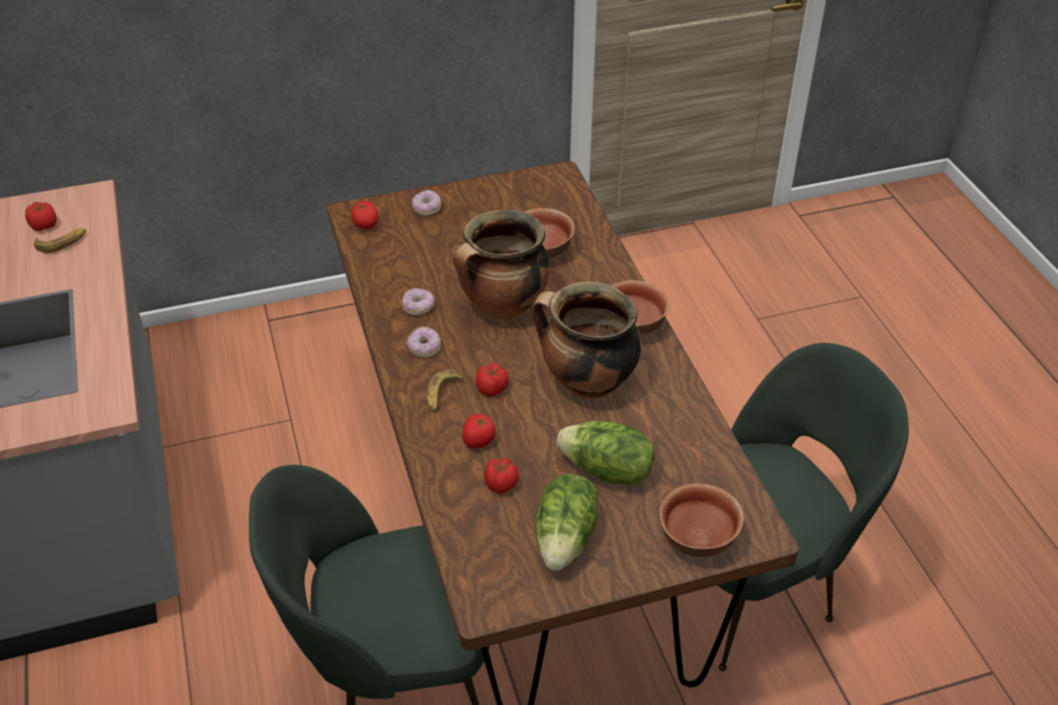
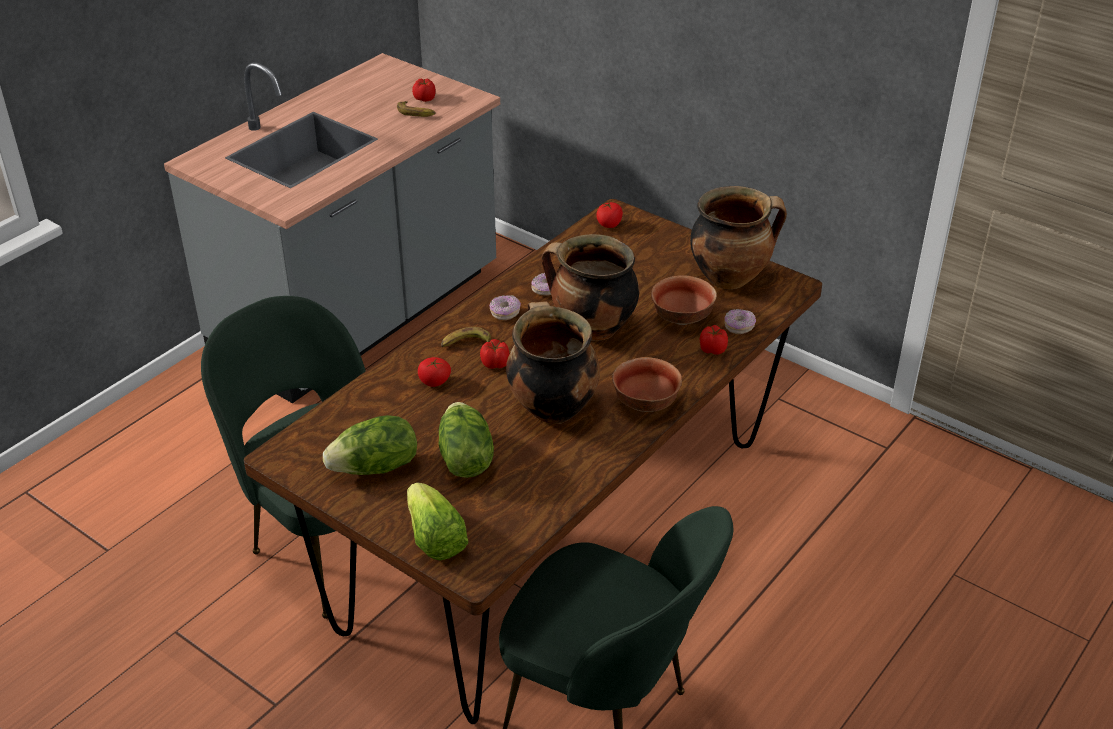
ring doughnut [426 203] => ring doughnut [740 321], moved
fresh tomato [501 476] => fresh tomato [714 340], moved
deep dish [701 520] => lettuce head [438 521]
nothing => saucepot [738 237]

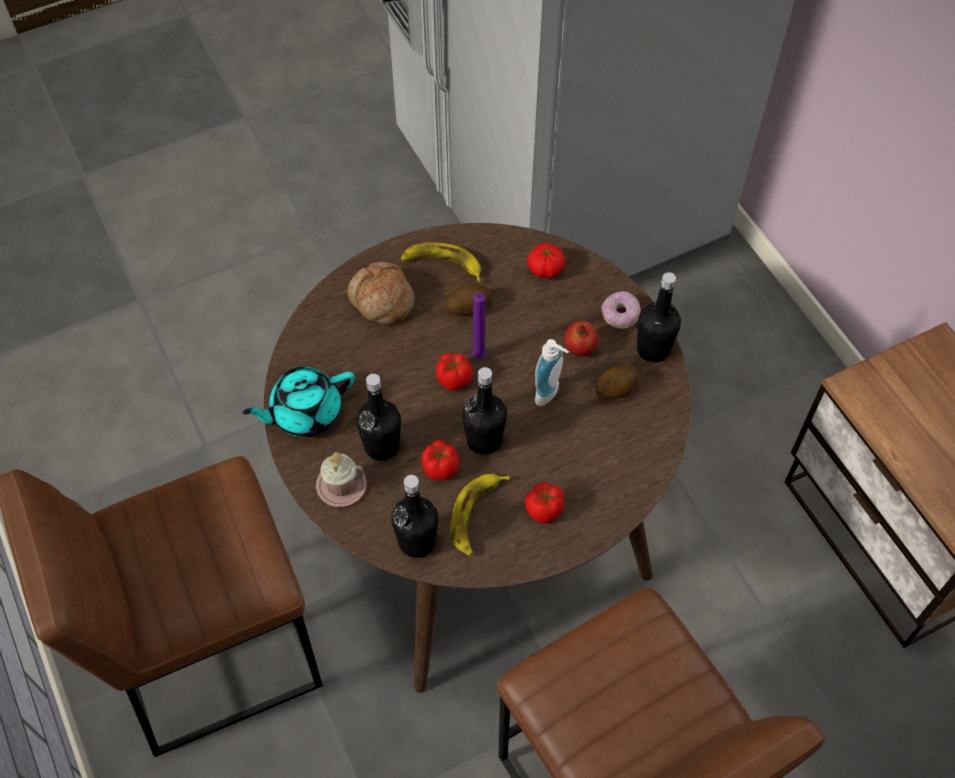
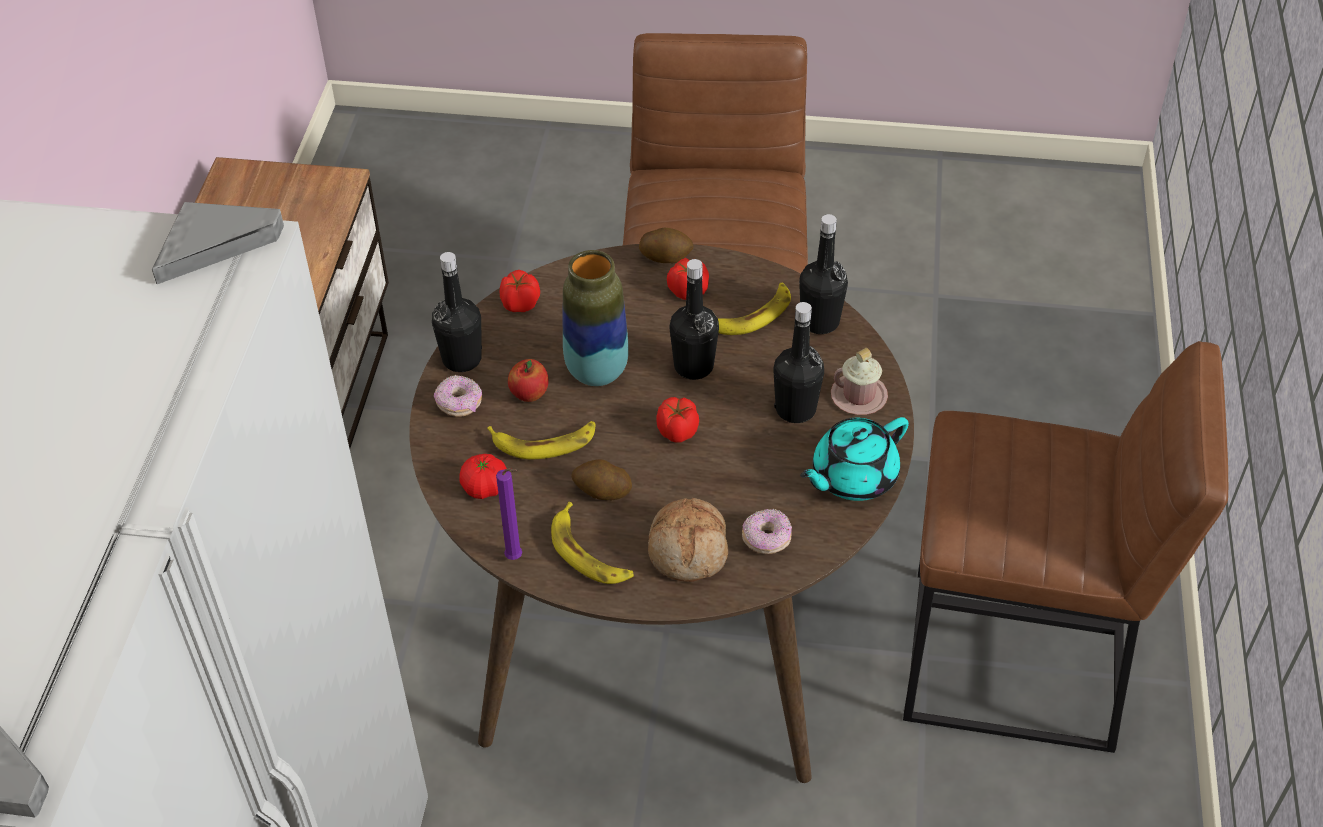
turquoise tea pot [299 402] => turquoise tea pot [854 459], 135 degrees clockwise
fresh tomato [440 460] => fresh tomato [520 291], moved
purple-coloured wax candle [476 325] => purple-coloured wax candle [509 514], moved
liquid soap bottle [552 372] => flower vase [596 318]
spud [618 381] => spud [666 245], moved
nothing => banana fruit [541 440]
nothing => ring doughnut [767 531]

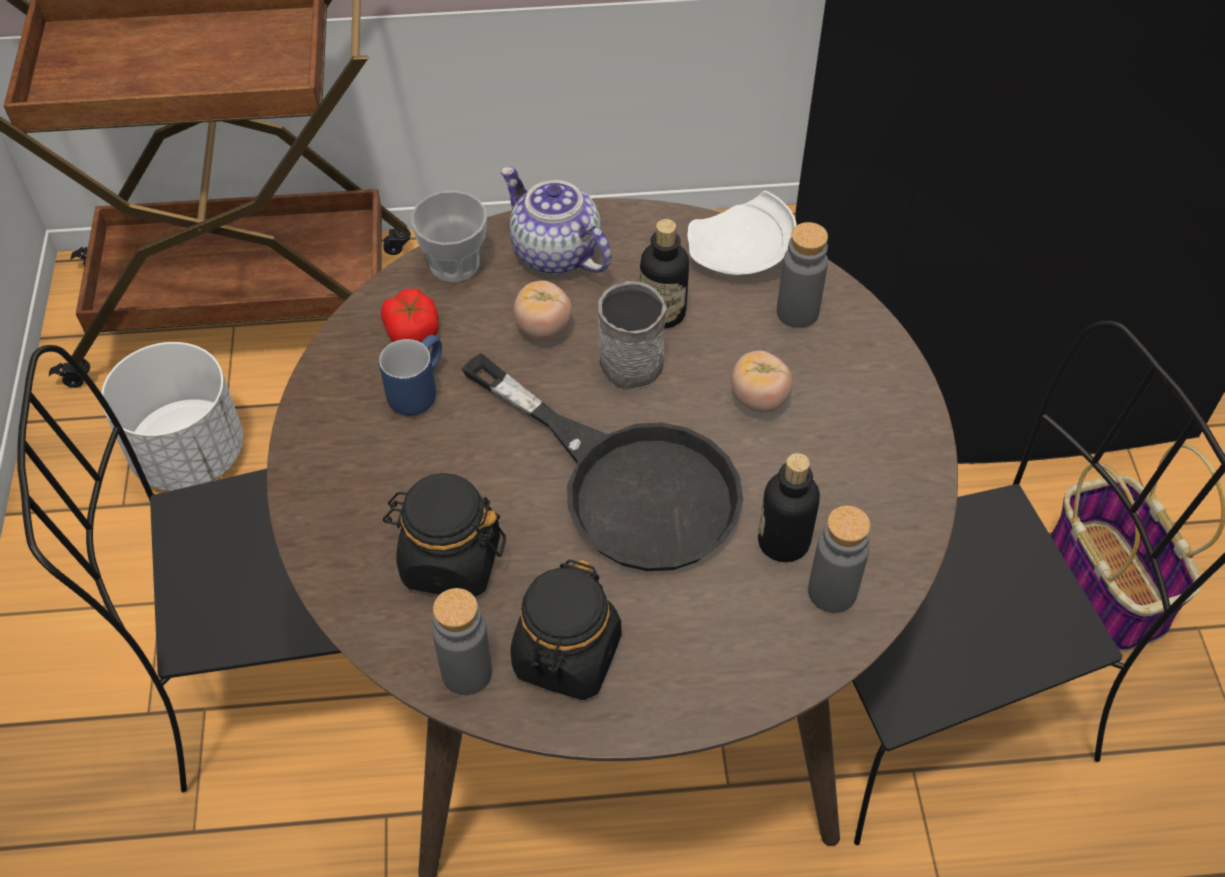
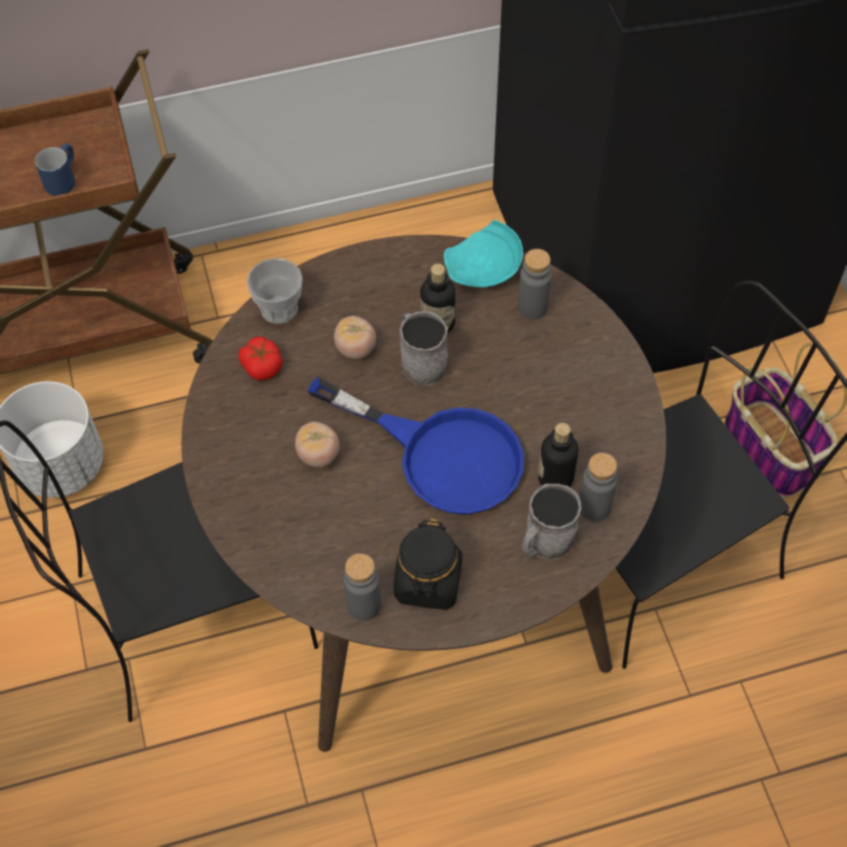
bluish tea mug [410 375] => bluish tea mug [55 169], moved
black-coloured storage jar [444 535] => nothing
black-coloured skillet [602 462] => bluish skillet [415 446]
tea pot [556 221] => nothing
whitish flat dish [741 233] => turquoise flat dish [483 253]
fresh tomato [762 382] => fresh tomato [317 444], moved
nothing => greyish tea mug [551 522]

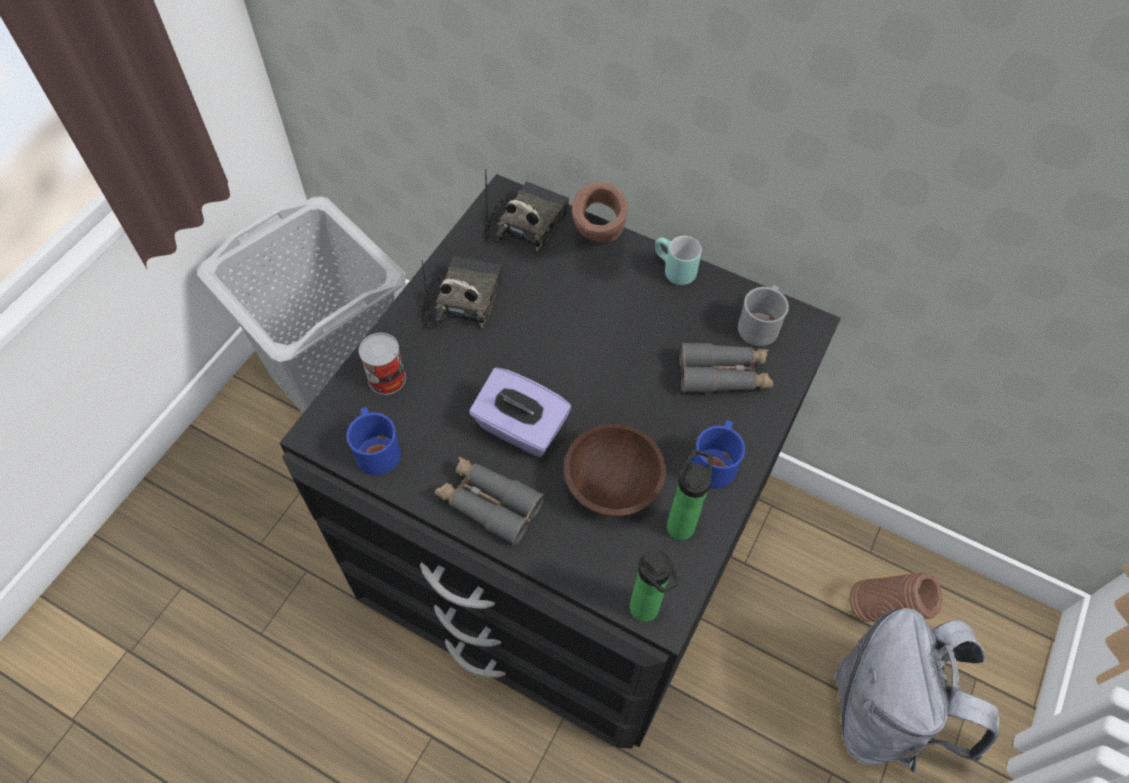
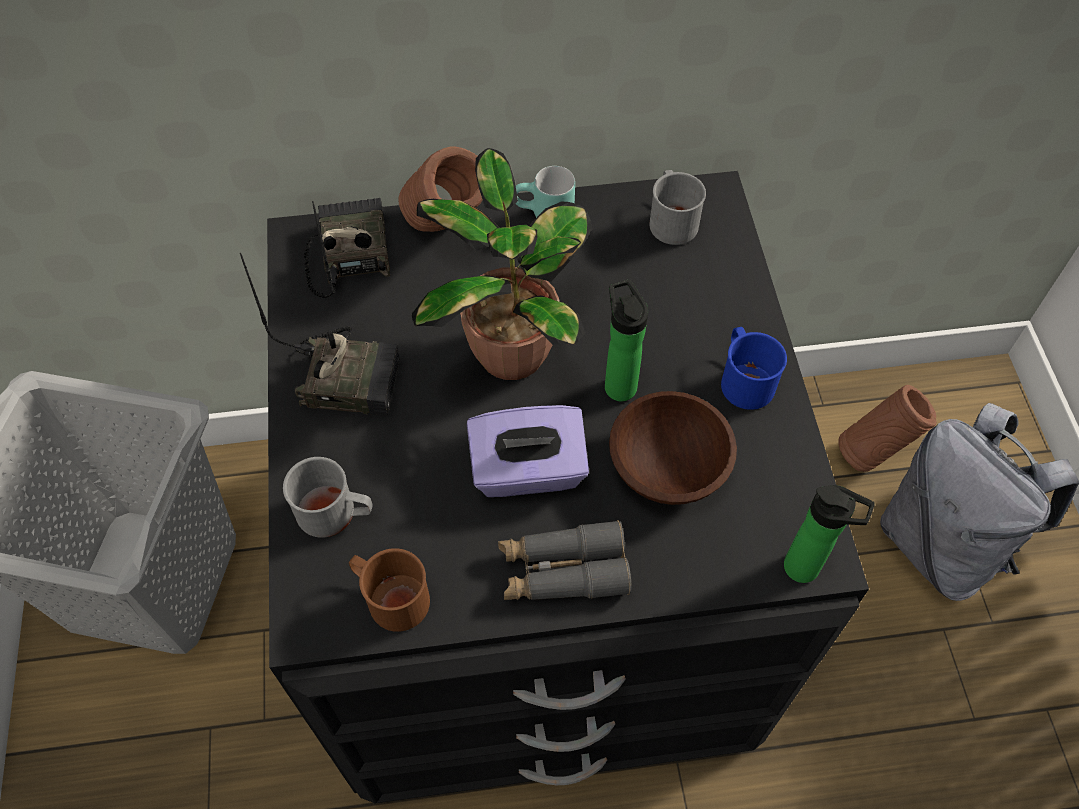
bluish tea mug [373 441] => brown-coloured tea mug [389 590]
metal can [382 364] => greyish tea mug [328 497]
radio [462 292] => radio [320 334], 120 degrees clockwise
drink bottle [690 494] => drink bottle [626 340], moved
greyish pair of binoculars [726 367] => nothing
nothing => plant in a pot [502 264]

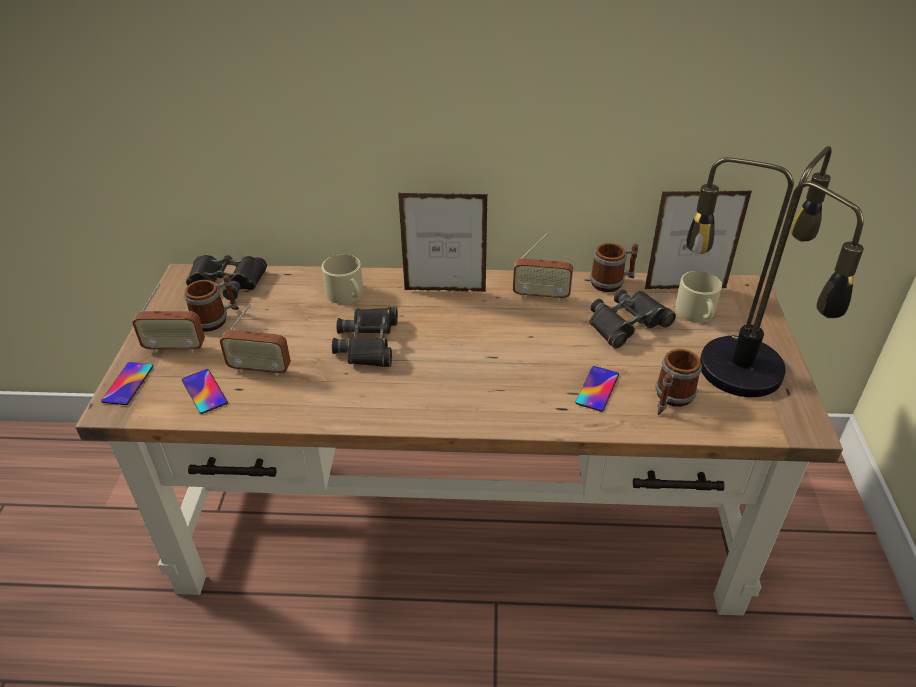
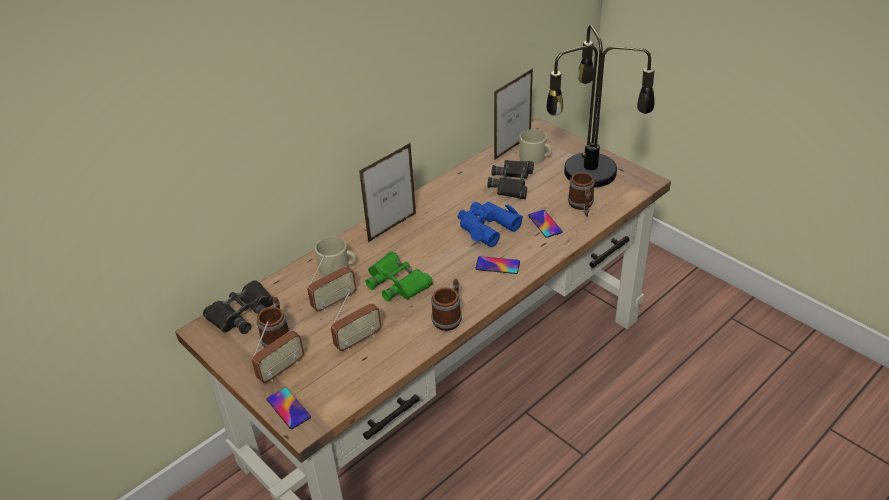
phone [205 391] => phone [497 265], moved
black-coloured pair of binoculars [365 337] => green-coloured pair of binoculars [399 276]
radio [543 267] => radio [332 283], moved
tea mug [614 267] => tea mug [446 305], moved
nothing => bluish pair of binoculars [490 224]

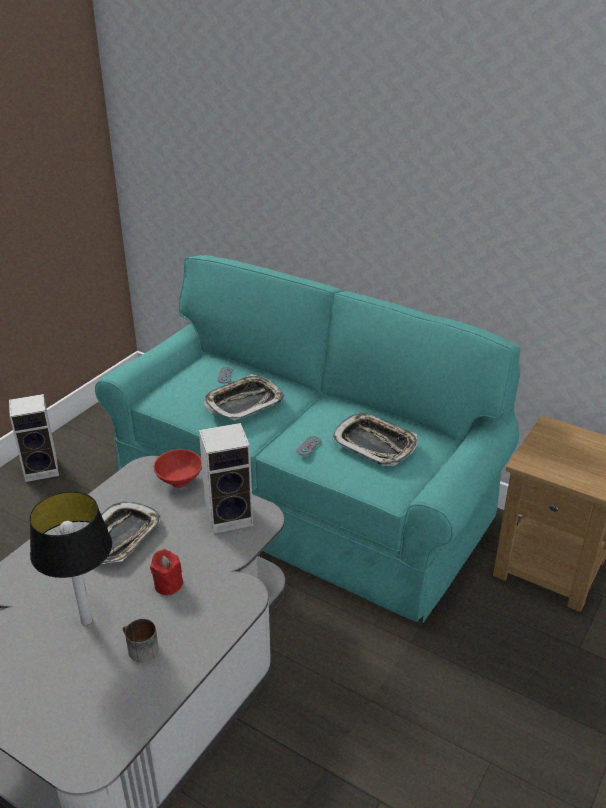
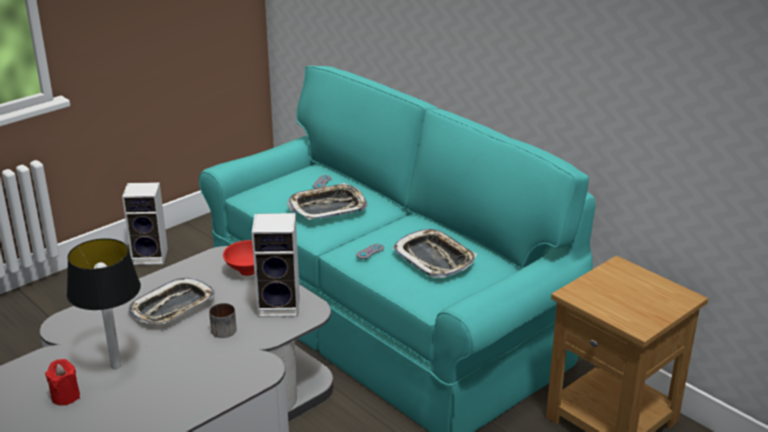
tea mug [141 640] => tea mug [223 320], moved
red-coloured wax candle [166 572] => red-coloured wax candle [62 382], moved

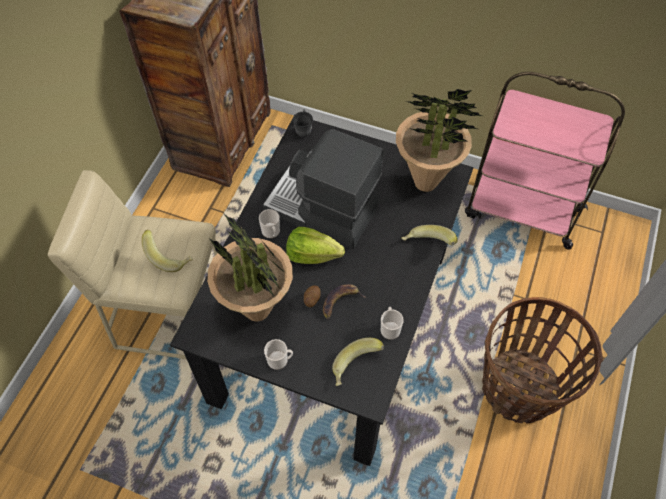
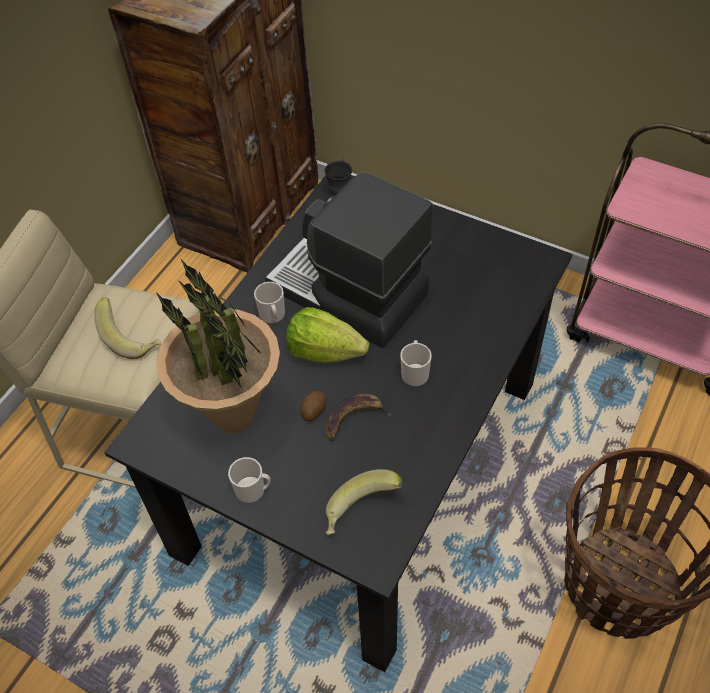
tea mug [392 323] => tea mug [416 363], moved
plant in a pot [439 140] => nothing
banana fruit [430 235] => nothing

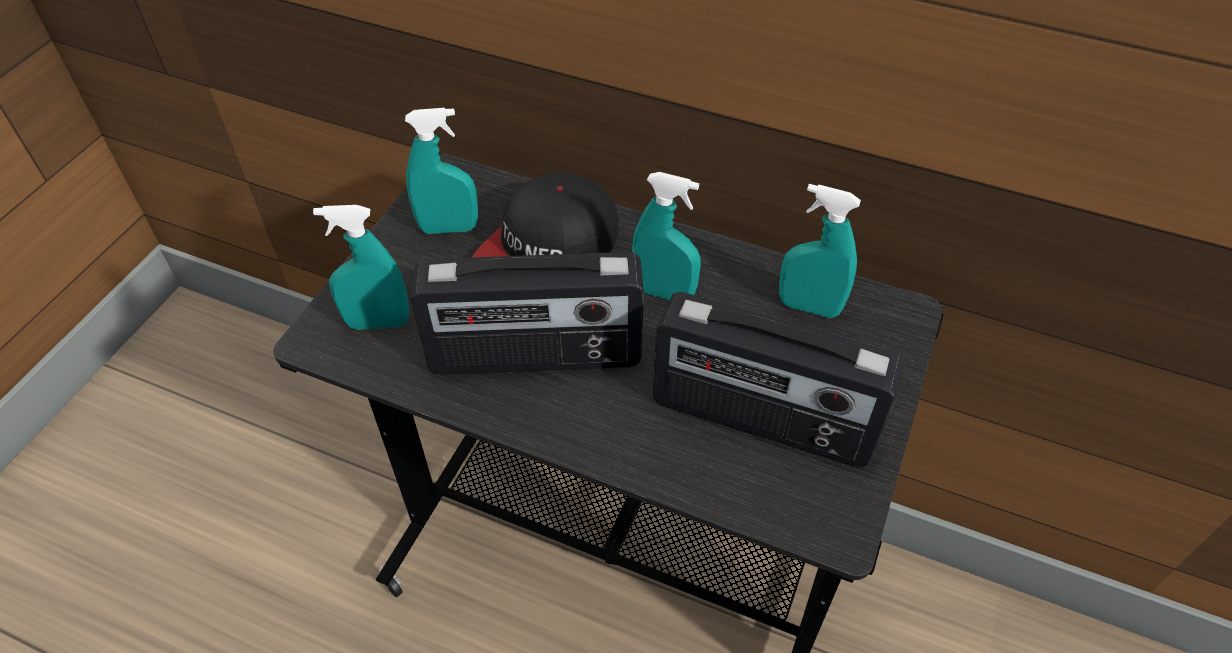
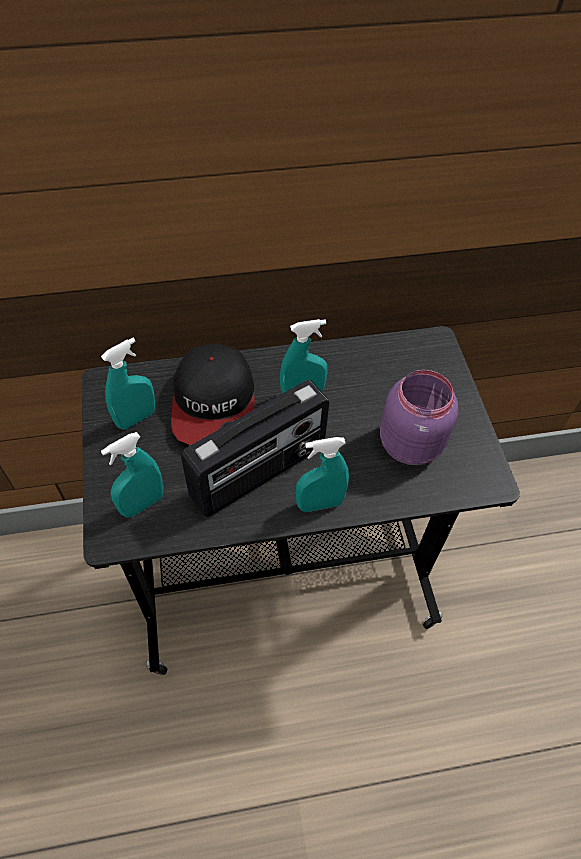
radio [778 379] => purple-coloured storage jar [419 417]
turquoise spray bottle [820 251] => turquoise spray bottle [322 474], moved

